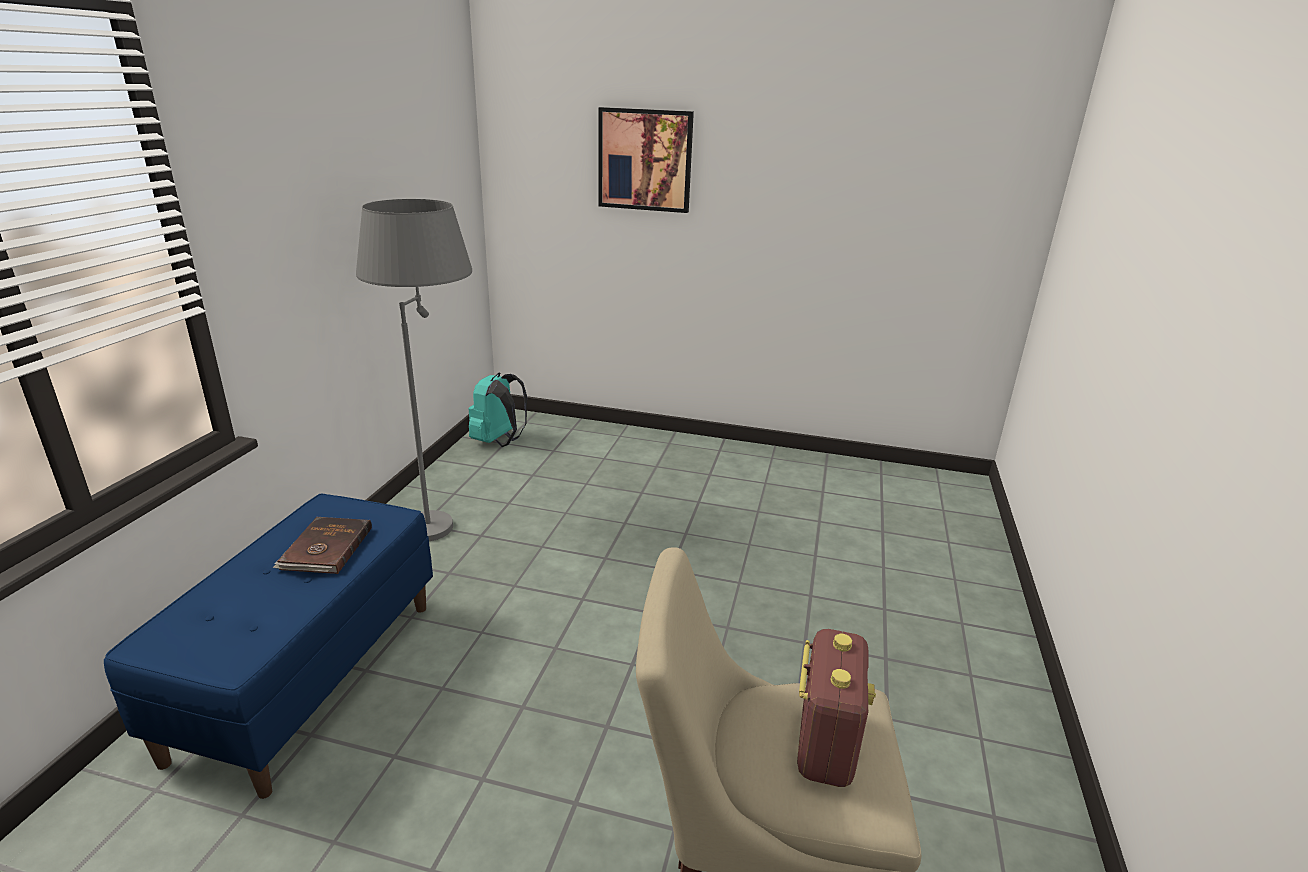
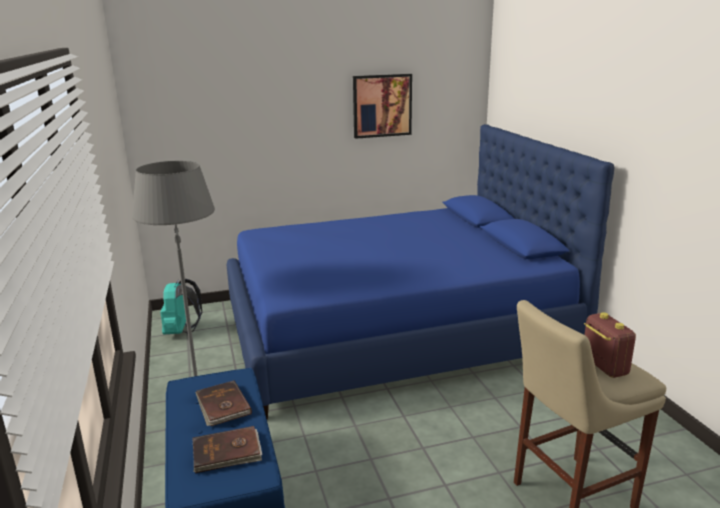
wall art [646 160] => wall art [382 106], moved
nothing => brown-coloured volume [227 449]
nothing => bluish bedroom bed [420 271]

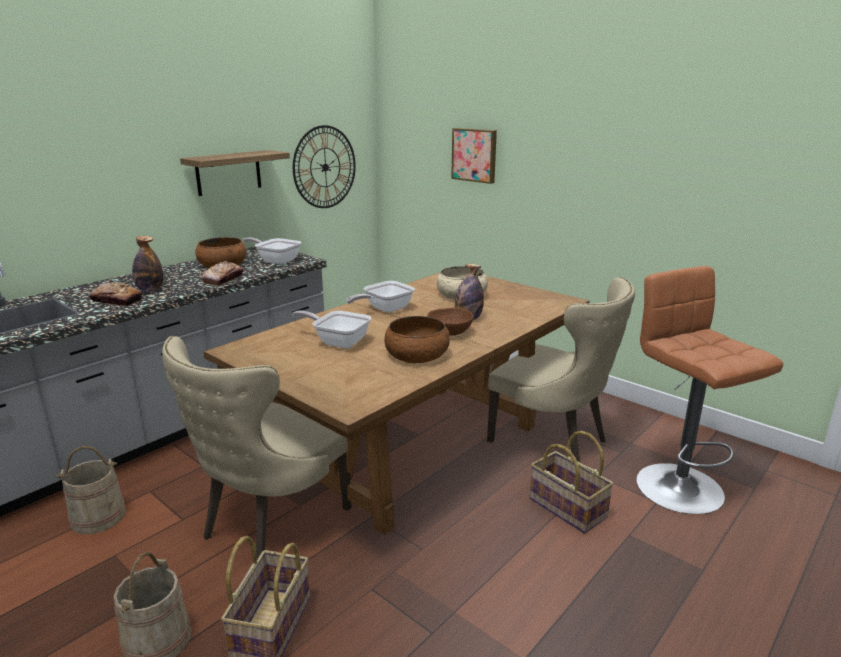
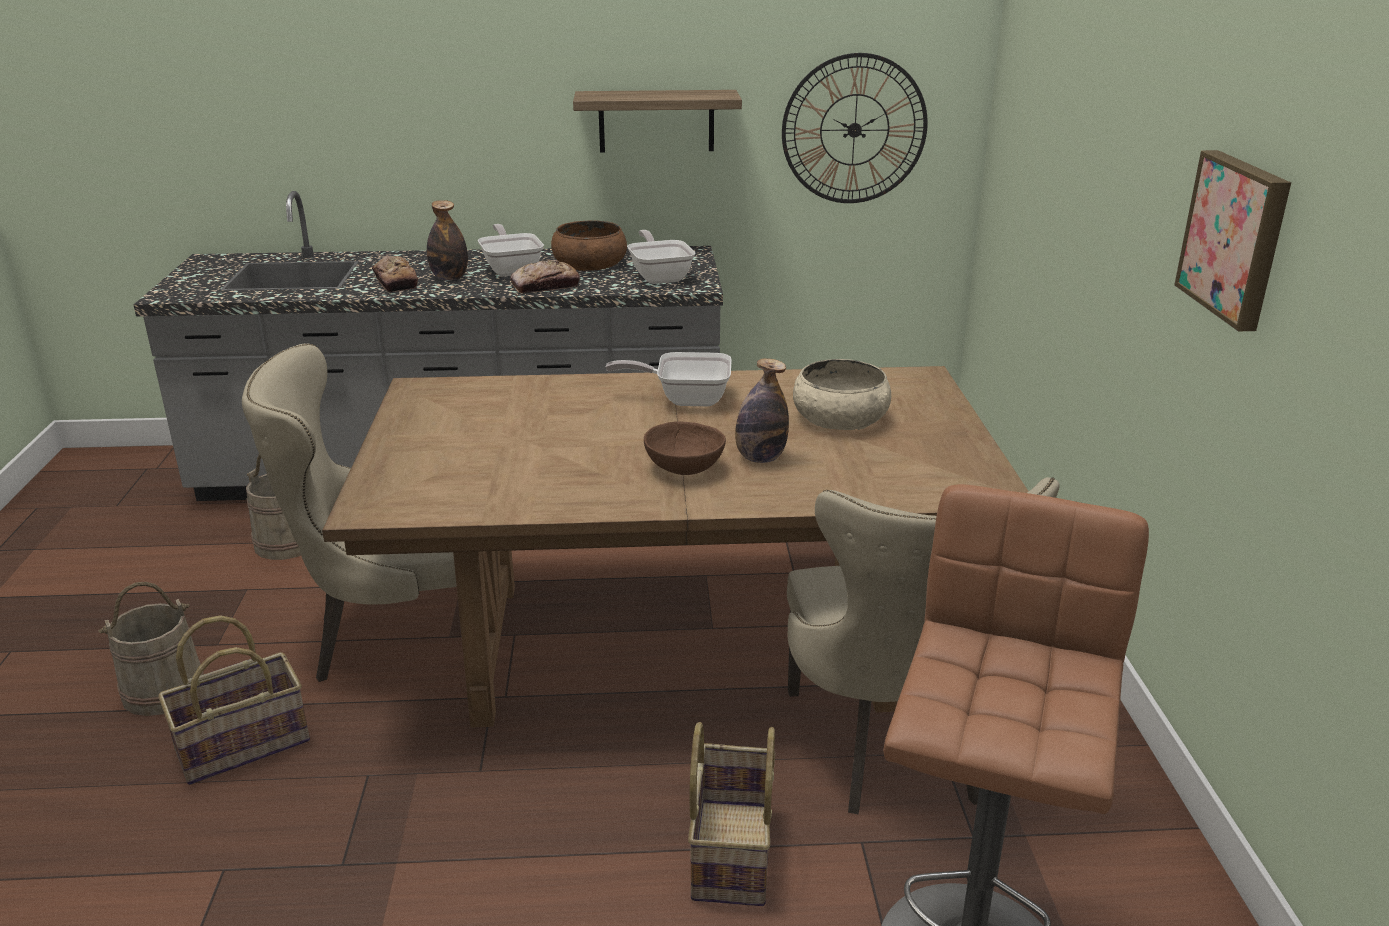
skillet [331 329] => skillet [511 250], moved
brown-coloured deep dish [417 339] => nothing
wall art [474 156] => wall art [1232 240], moved

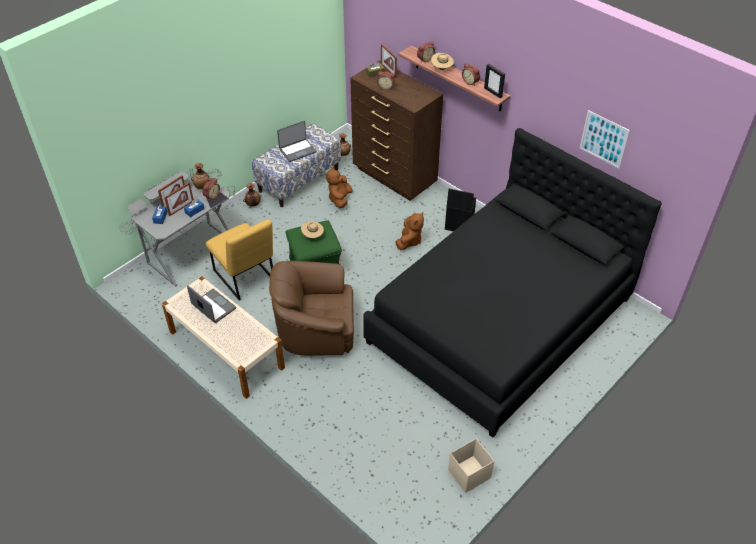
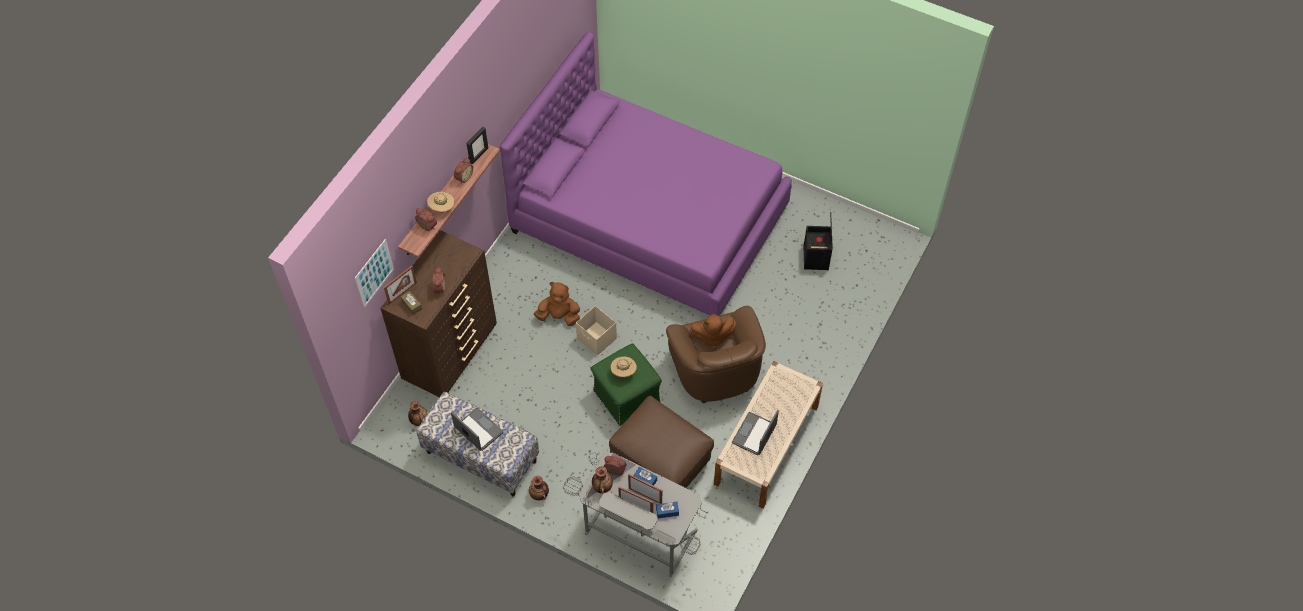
yellow chair [239 260] => brown-coloured footrest [661 442]
brown-coloured plush toy [339 187] => brown-coloured plush toy [713 331], moved
black-coloured bedroom bed [512 283] => purple-coloured bedroom bed [646 174]
black-coloured storage box [460 210] => black-coloured storage box [818 241], moved
beige storage box [471 466] => beige storage box [596 330], moved
wall art [605 139] => wall art [374 273], moved

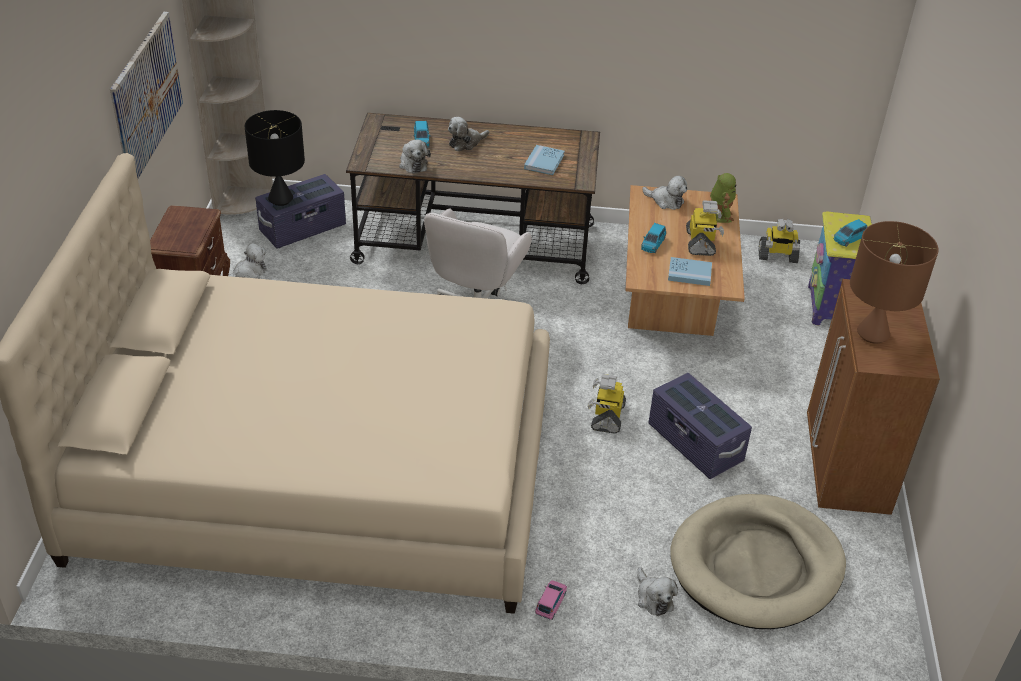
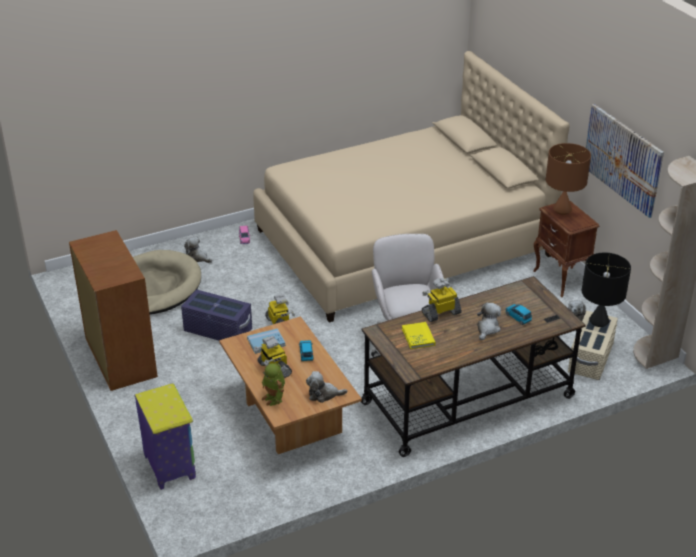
purple-coloured storage box [300 211] => beige storage box [593 345]
plush toy [415 156] => nothing
bluish volume [544 160] => yellow volume [418 335]
model robot [779 241] => model robot [442 300], moved
bluish toy car [850 233] => nothing
brown-coloured tabletop lamp [894 282] => brown-coloured tabletop lamp [568 179], moved

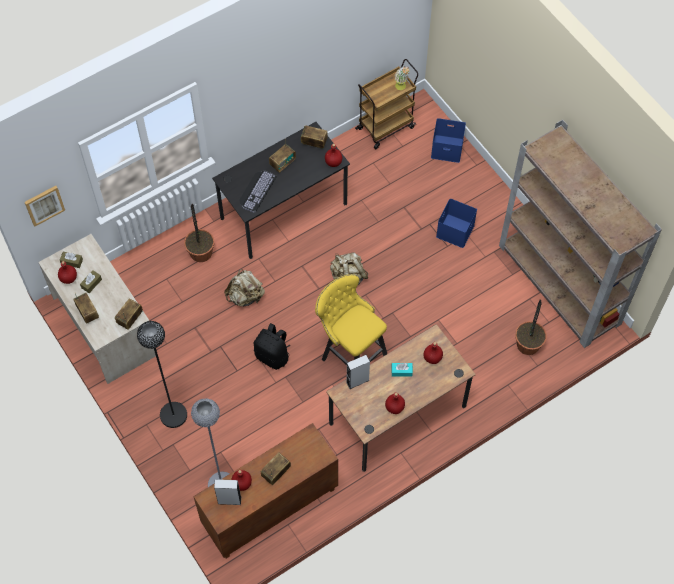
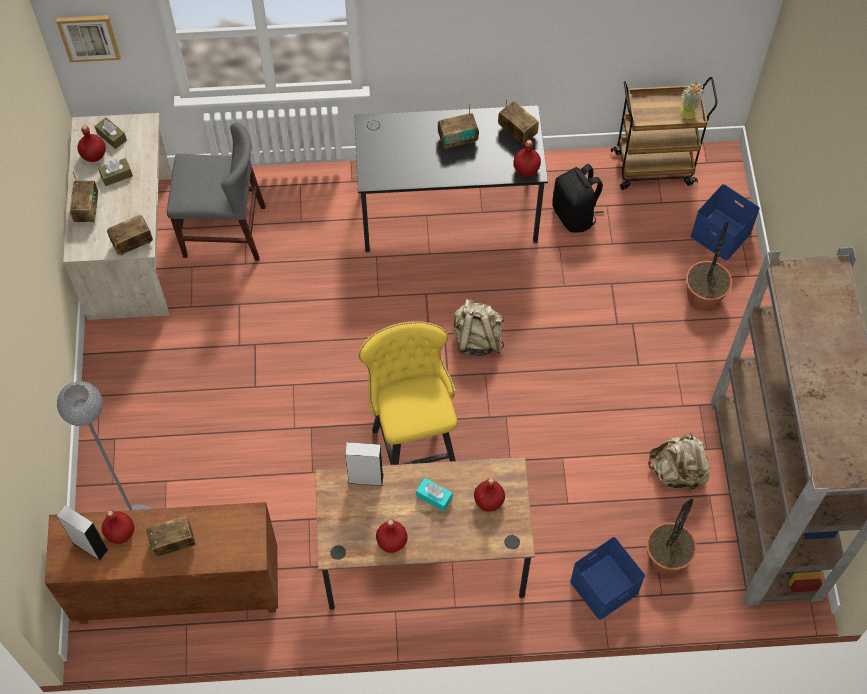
black-coloured standing lamp [162 374] => nothing
plant in a pot [199 233] => plant in a pot [709 265], moved
beige knapsack [244 287] => beige knapsack [679 462], moved
computer keyboard [258 192] => nothing
black-coloured knapsack [272 346] => black-coloured knapsack [578 198], moved
bluish storage box [456 223] => bluish storage box [607 578], moved
nothing => greyish chair [216 192]

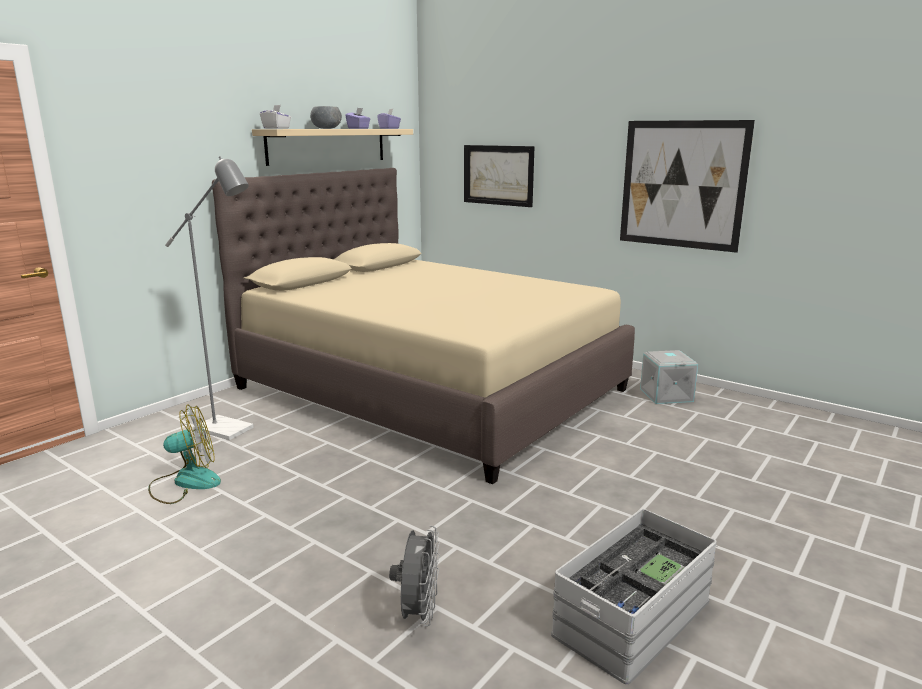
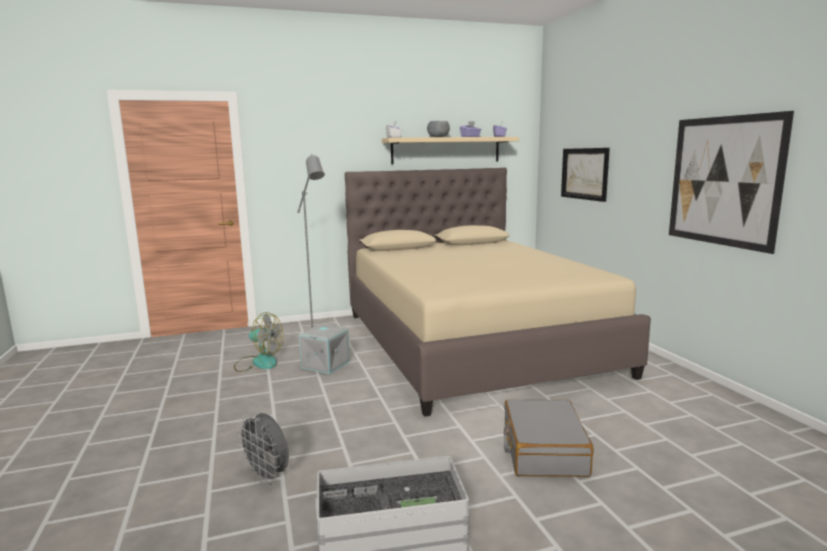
greyish fan [414 576] => greyish fan [262 448], 90 degrees clockwise
greyish storage box [669 377] => greyish storage box [324 349], moved
nothing => greyish travel case [549 438]

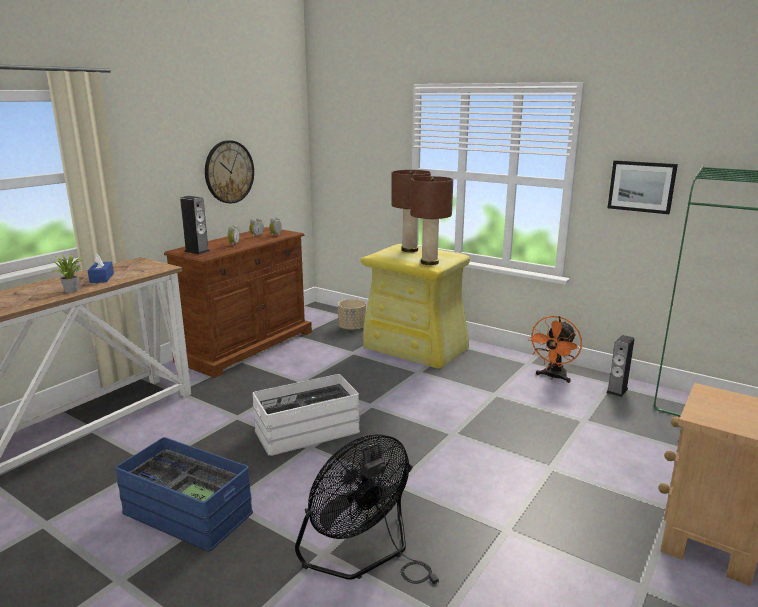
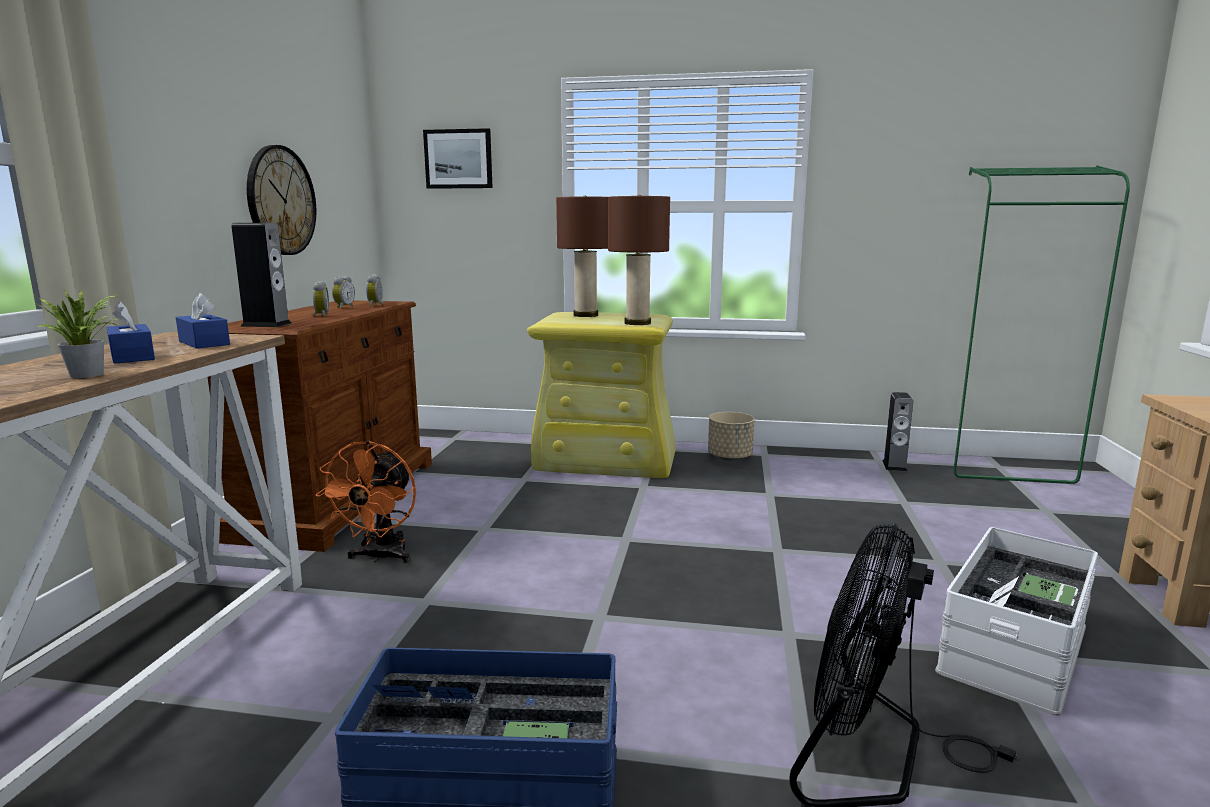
whitish storage box [306 415] => whitish storage box [1016 621], moved
beige plant pot [352 315] => beige plant pot [731 436], moved
orange-coloured fan [555 349] => orange-coloured fan [366 502], moved
wall art [643 187] => wall art [458 158], moved
nothing => bluish tissue box [203 321]

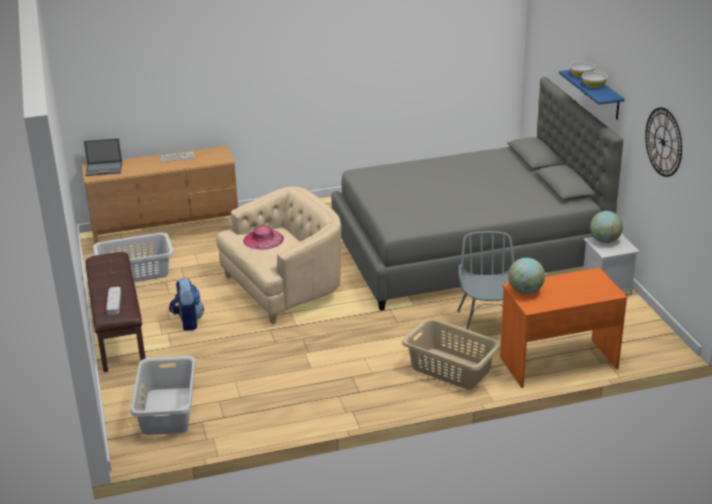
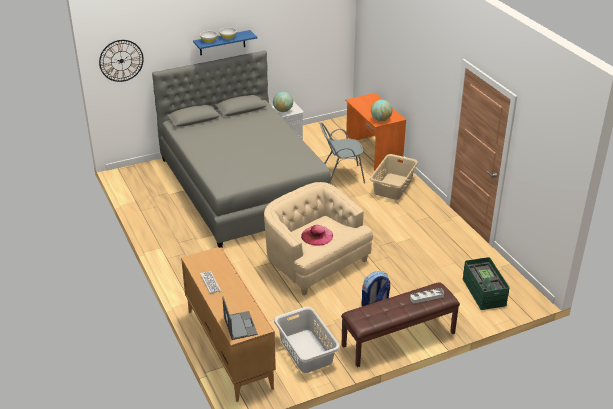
greyish laundry basket [163 395] => green-coloured storage box [486 283]
wall clock [663 142] => wall clock [121 61], moved

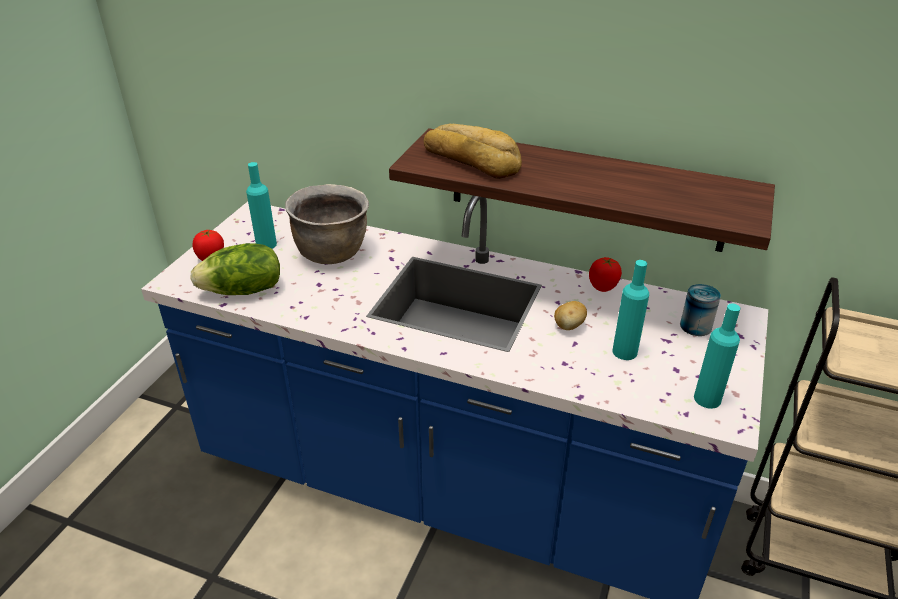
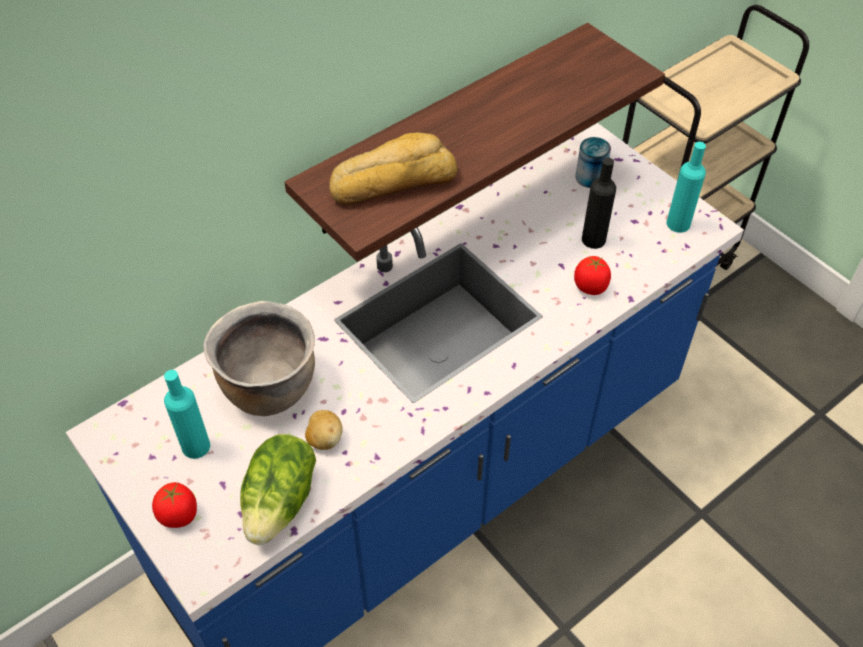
spud [570 315] => spud [324 430], moved
fresh tomato [605 274] => fresh tomato [592 275], moved
turquoise drink bottle [630 310] => black-coloured drink bottle [599 203]

